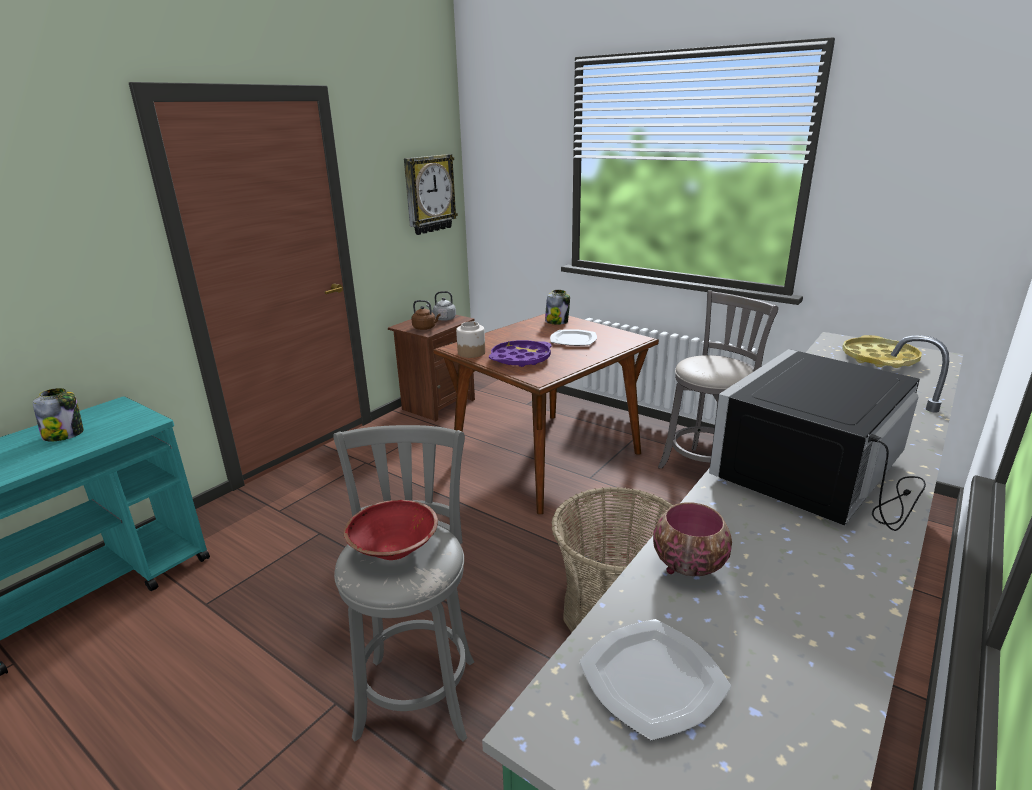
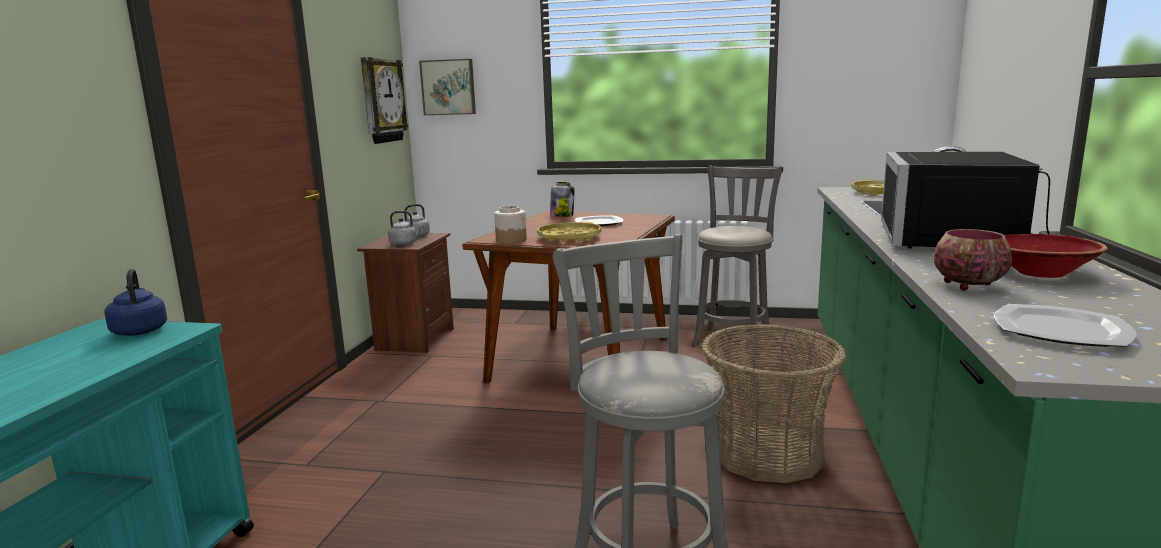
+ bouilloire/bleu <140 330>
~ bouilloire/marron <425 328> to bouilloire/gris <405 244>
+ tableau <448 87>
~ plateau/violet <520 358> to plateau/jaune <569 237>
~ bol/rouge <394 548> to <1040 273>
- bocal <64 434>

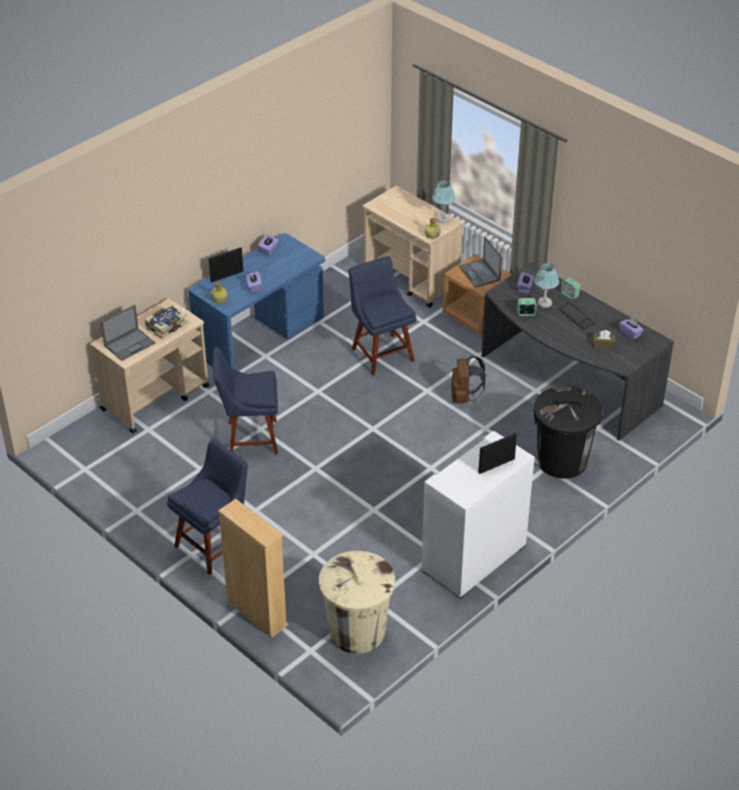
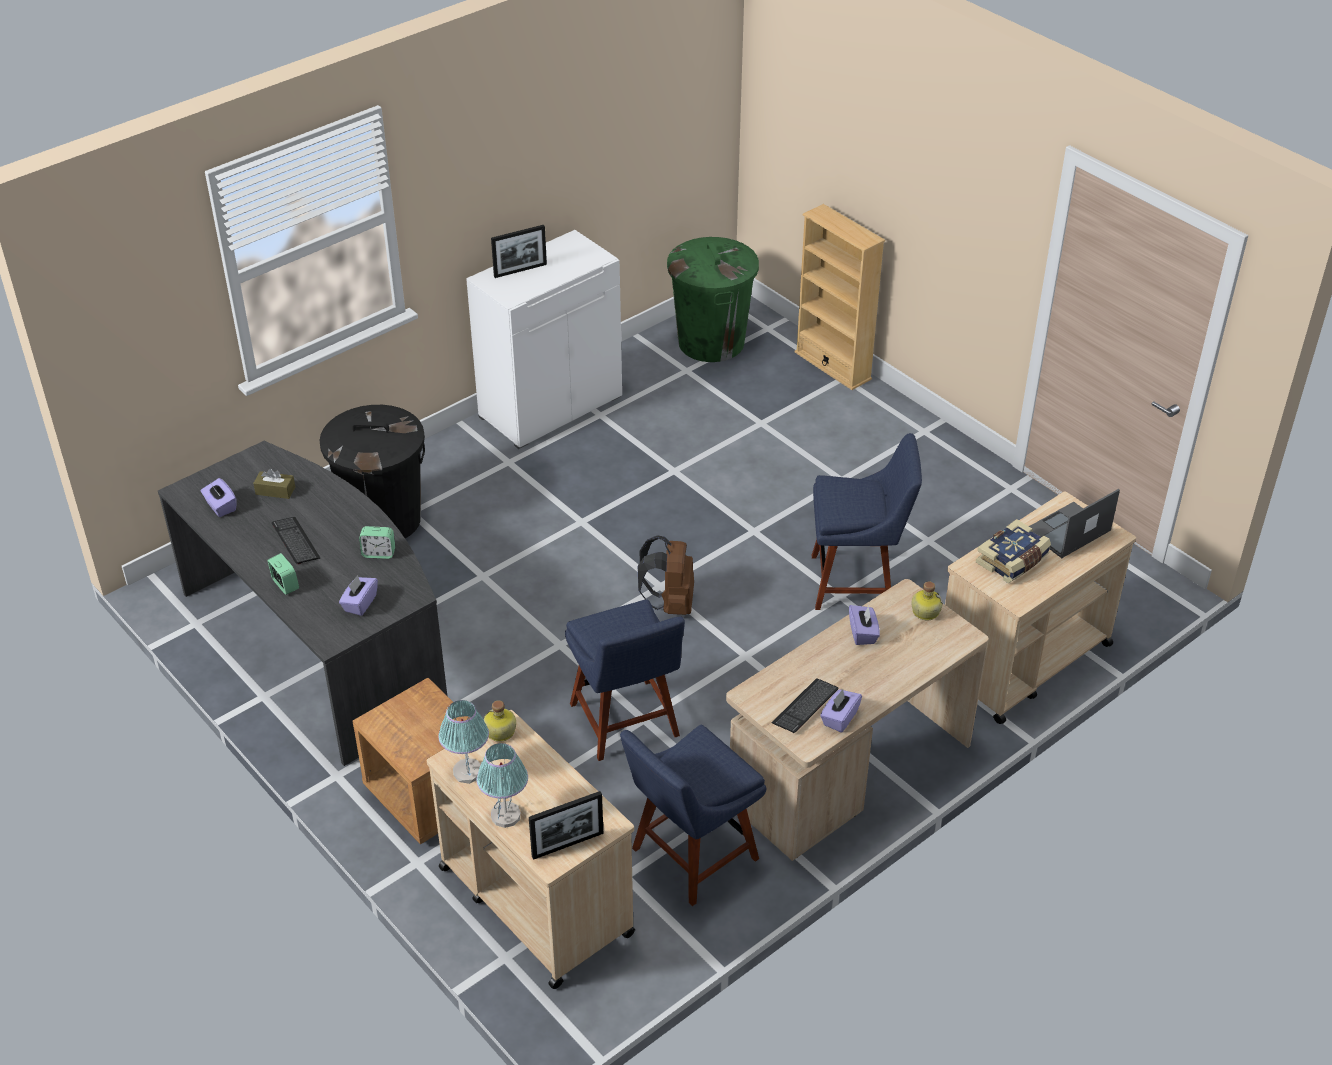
~ lampe de table <544 303> to <505 815>
~ cadre photo <227 276> to <567 845>
~ chaise/bleu <214 544> to <690 857>
~ sac à dos/marron <464 397> to <670 603>
~ poubelle/beige <357 632> to poubelle/vert <711 342>
~ bureau/bleu <260 337> to bureau/beige <849 773>
+ clavier <805 707>
- ordinateur portable <480 273>

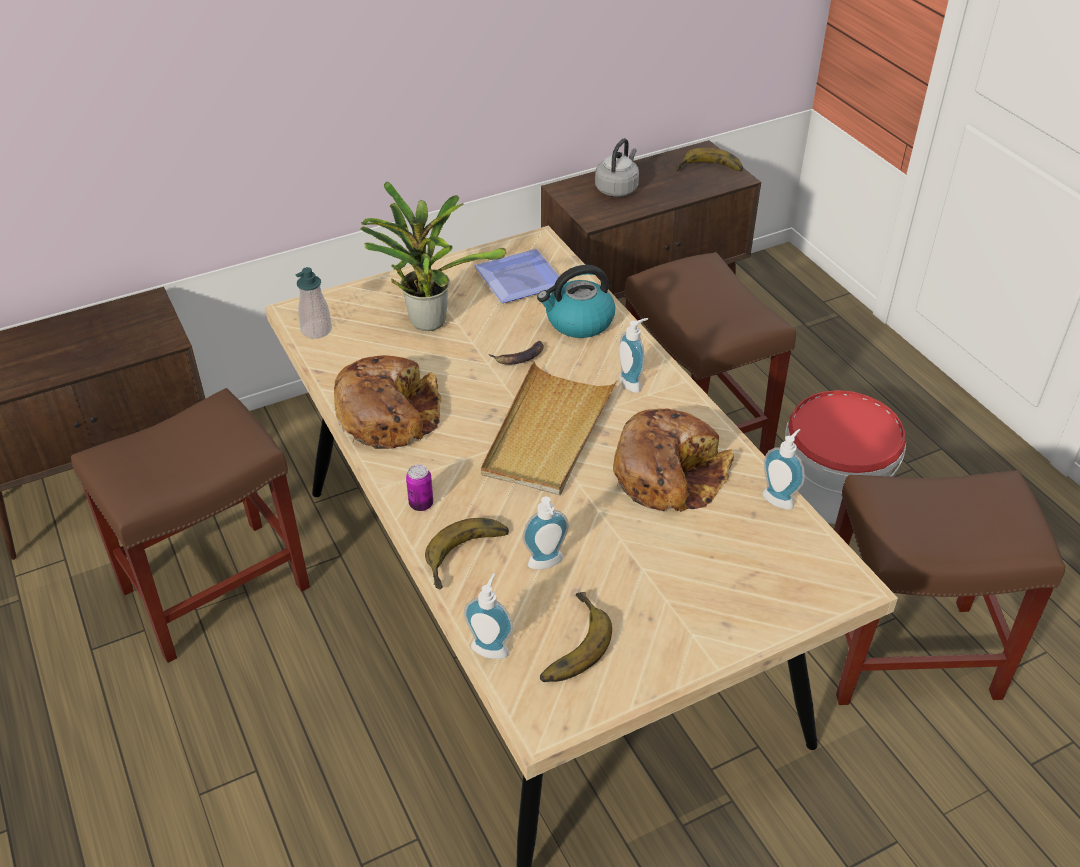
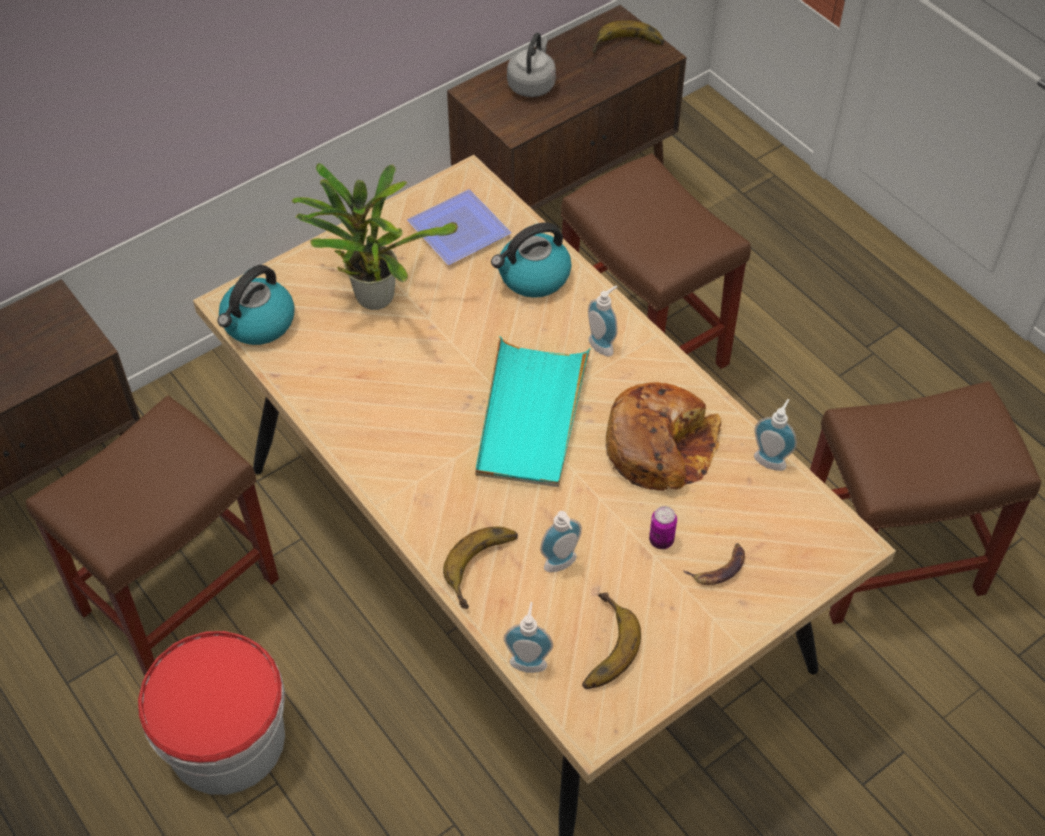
~ seau <832 489> to <226 739>
~ distributeur de savon <316 330> to bouilloire <258 323>
~ plateau/beige <548 433> to plateau/turquoise <531 416>
~ boîte métallique <421 504> to <661 540>
~ banane <519 356> to <719 568>
- pain <389 414>

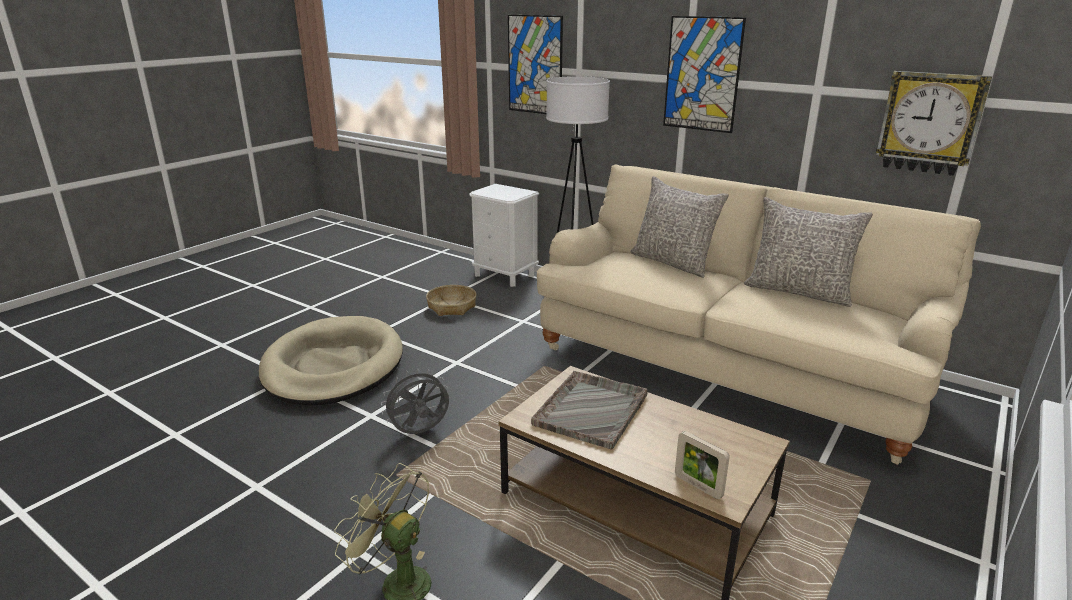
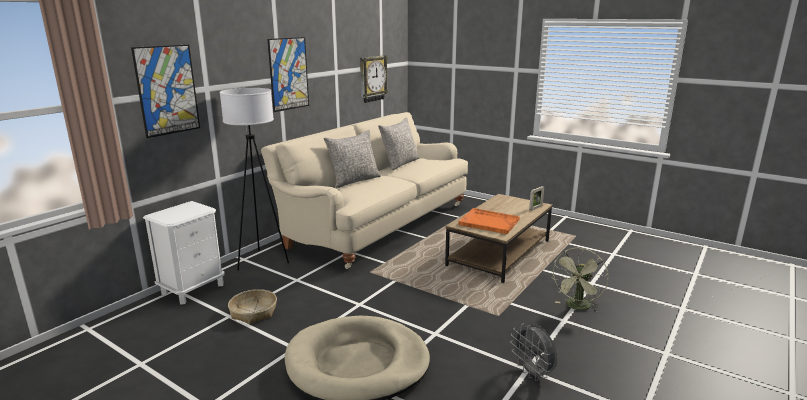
~ plateau/gris <591 409> to plateau/orange <488 222>
~ ventilateur/gris <420 432> to <533 373>

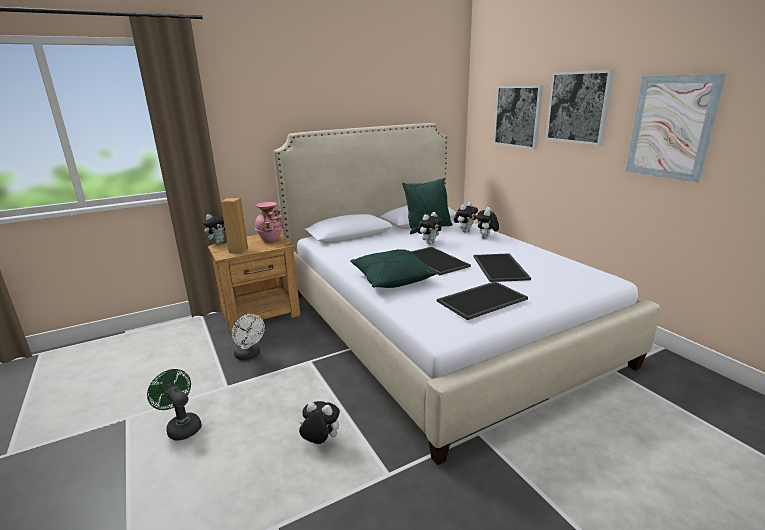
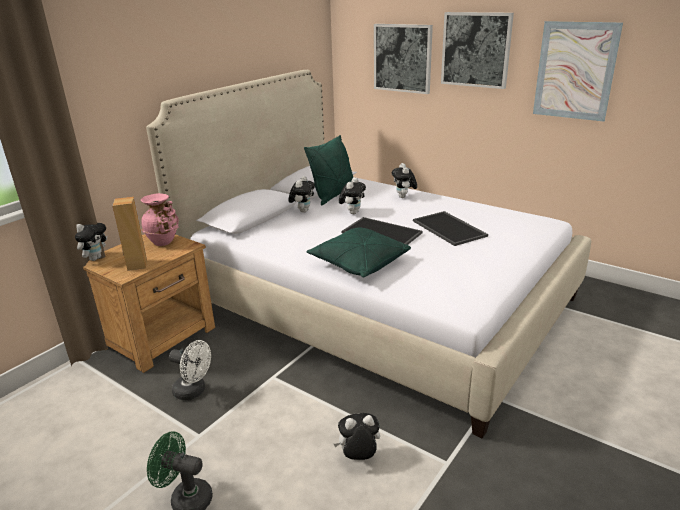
~ peluche <465 231> to <303 211>
- plateau <482 299>

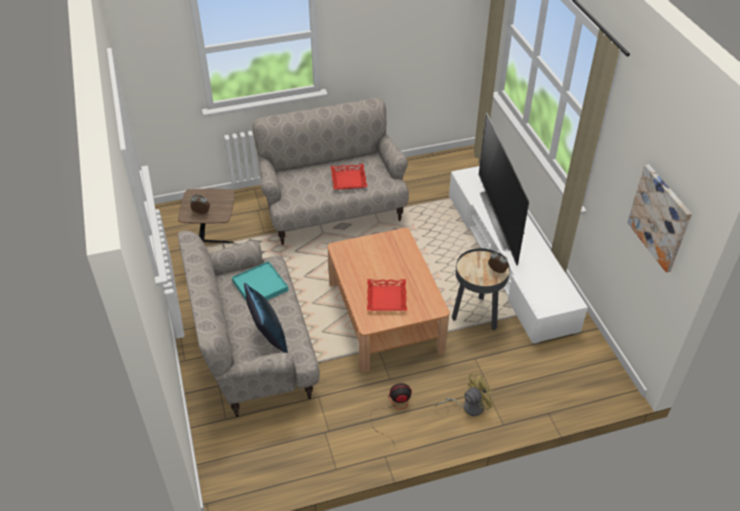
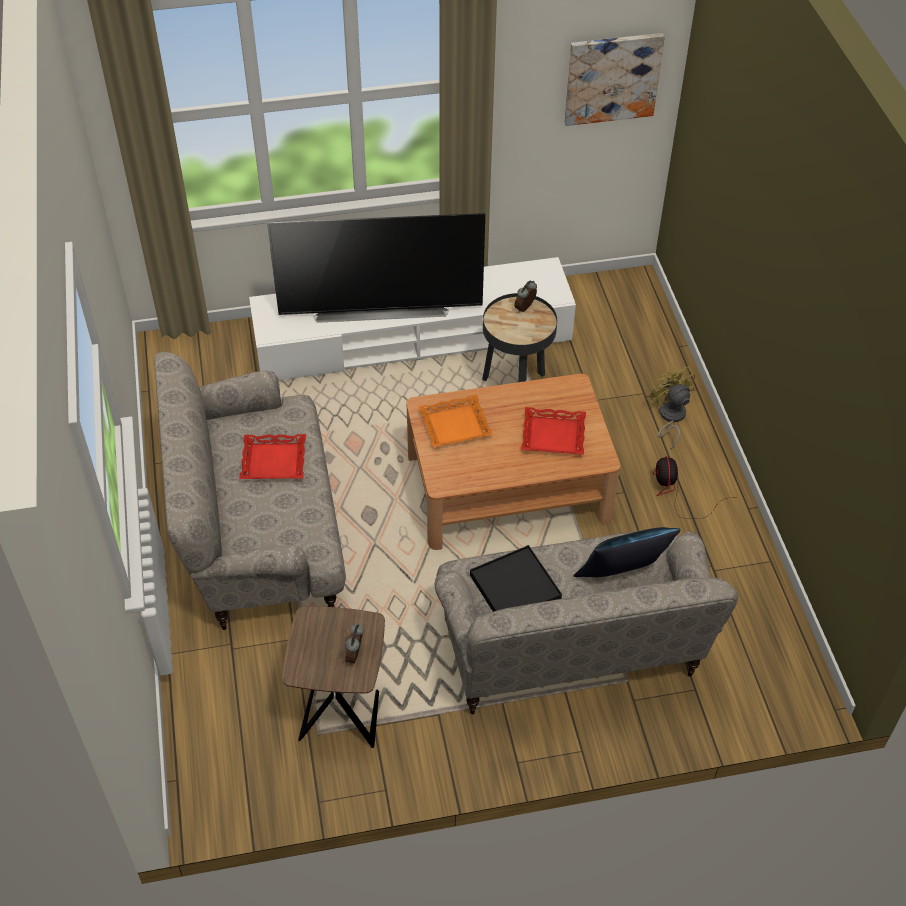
+ plateau/orange <455 426>
~ plateau/turquoise <260 286> to plateau/noir <515 587>

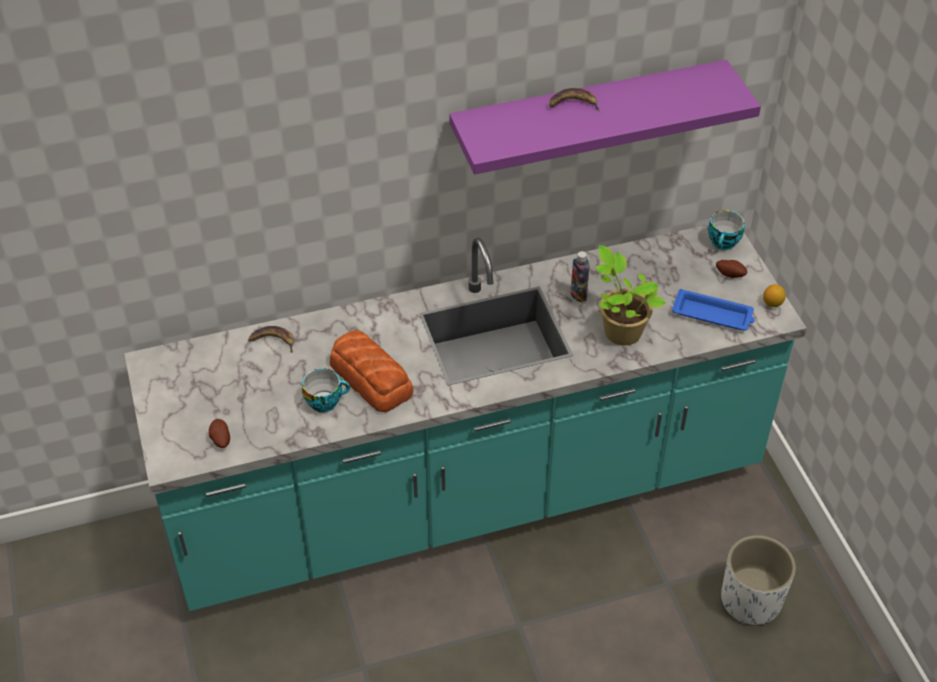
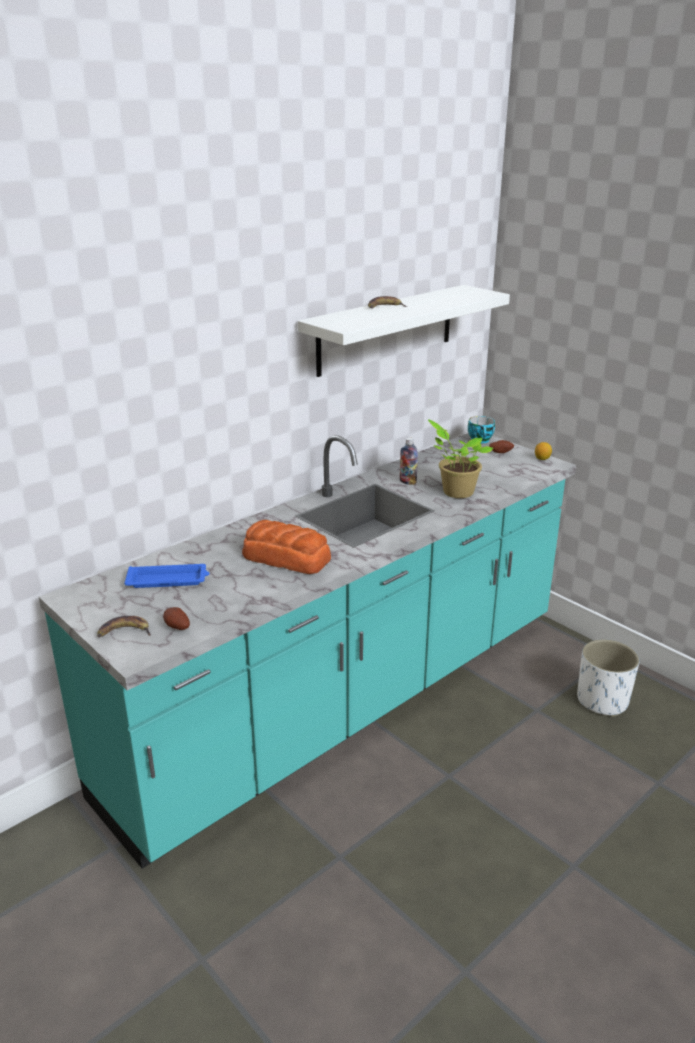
~ banane <273 341> to <124 632>
~ plateau/bleu <713 315> to <168 580>
~ étagère/violet <588 115> to étagère/blanc <386 329>
- tasse <325 401>

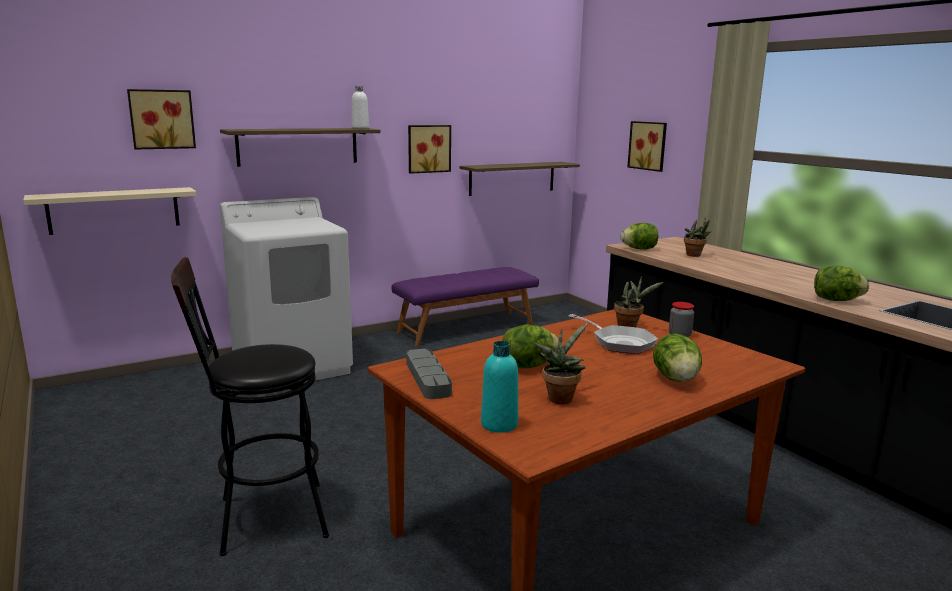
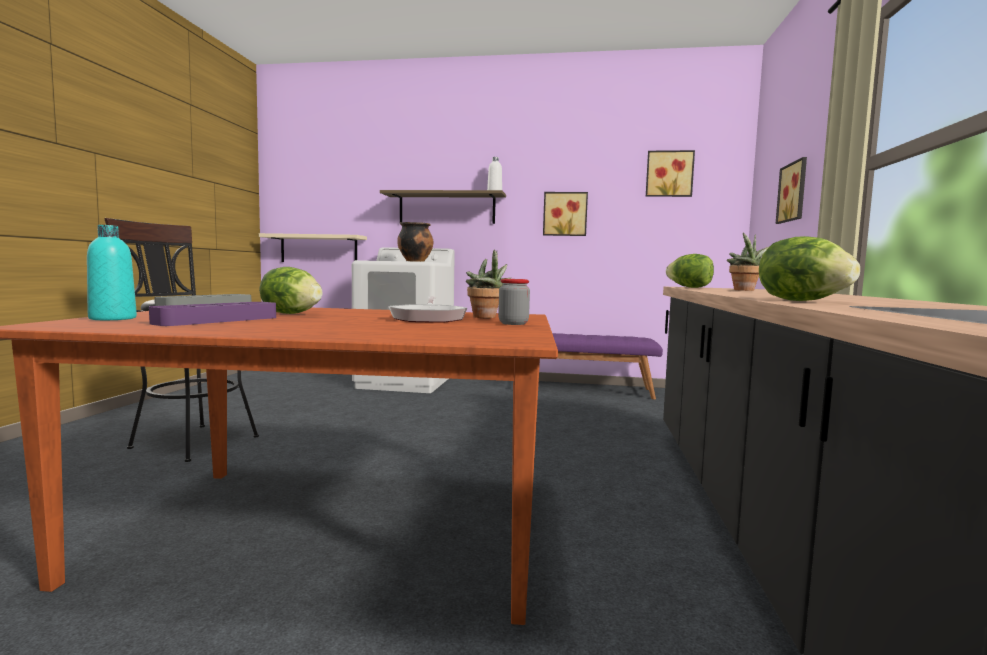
~ plante en pot <560 397> to plateau/violet <218 320>
+ marmite <415 261>
~ tableau <161 119> to <669 174>
- étagère <512 178>
- laitue <676 379>

